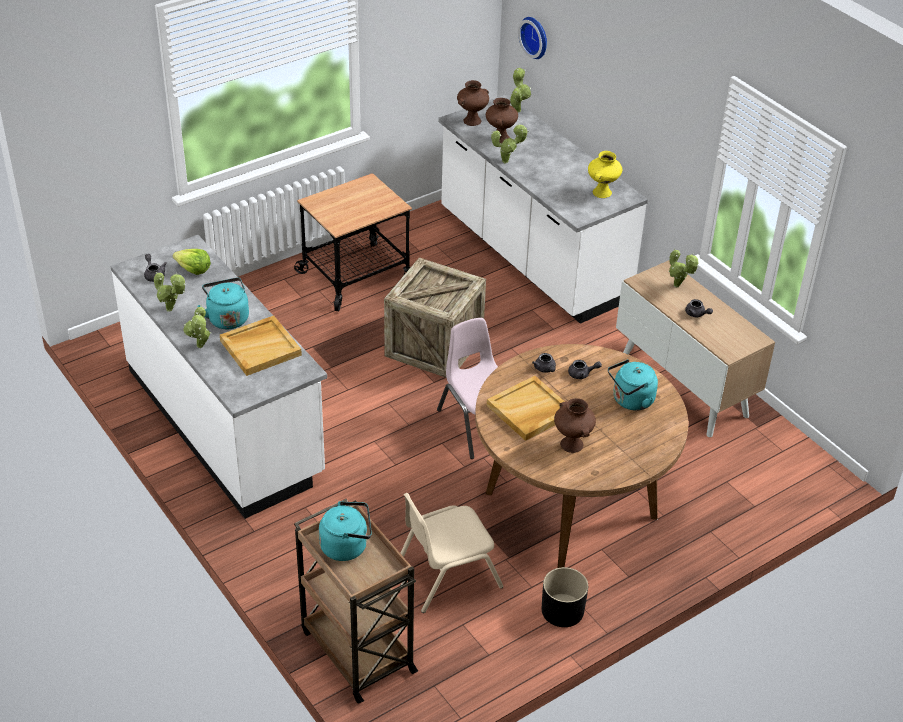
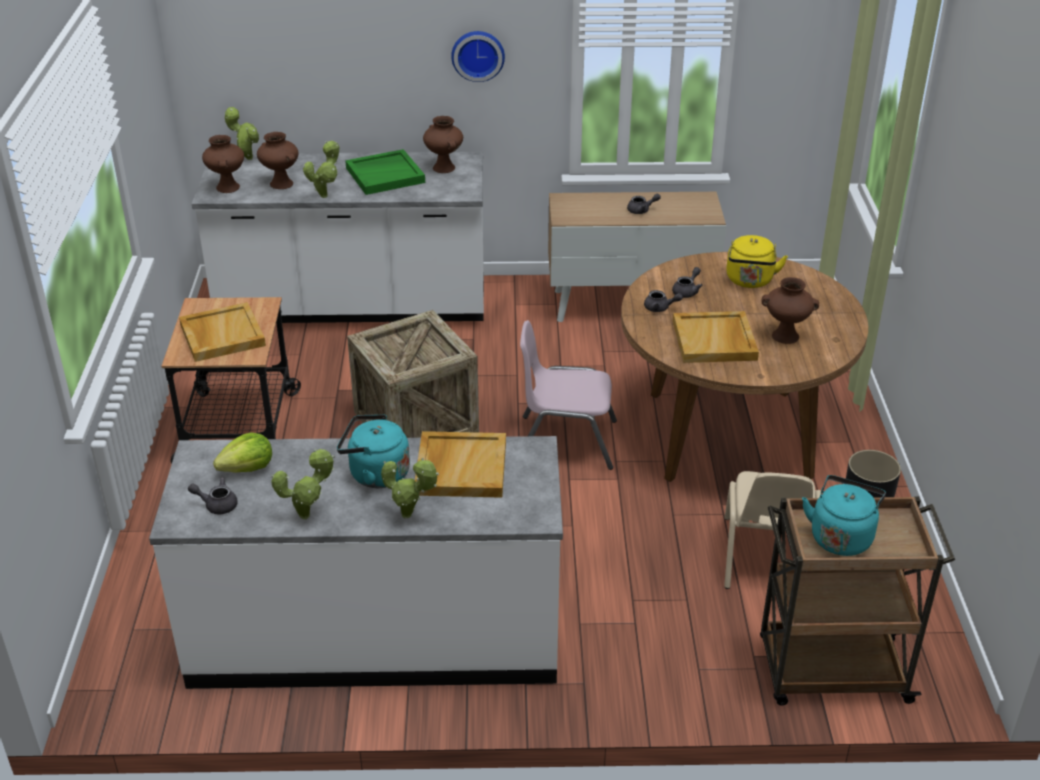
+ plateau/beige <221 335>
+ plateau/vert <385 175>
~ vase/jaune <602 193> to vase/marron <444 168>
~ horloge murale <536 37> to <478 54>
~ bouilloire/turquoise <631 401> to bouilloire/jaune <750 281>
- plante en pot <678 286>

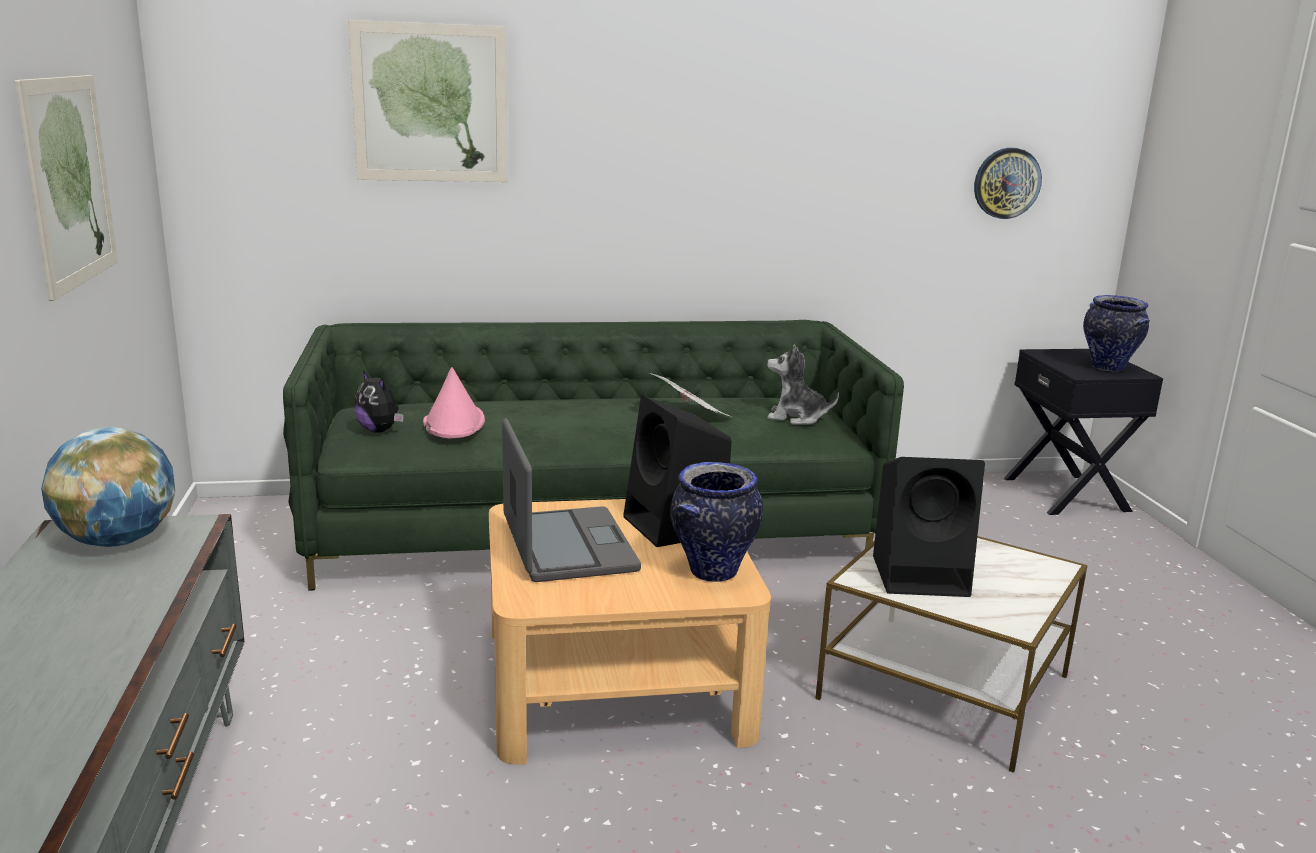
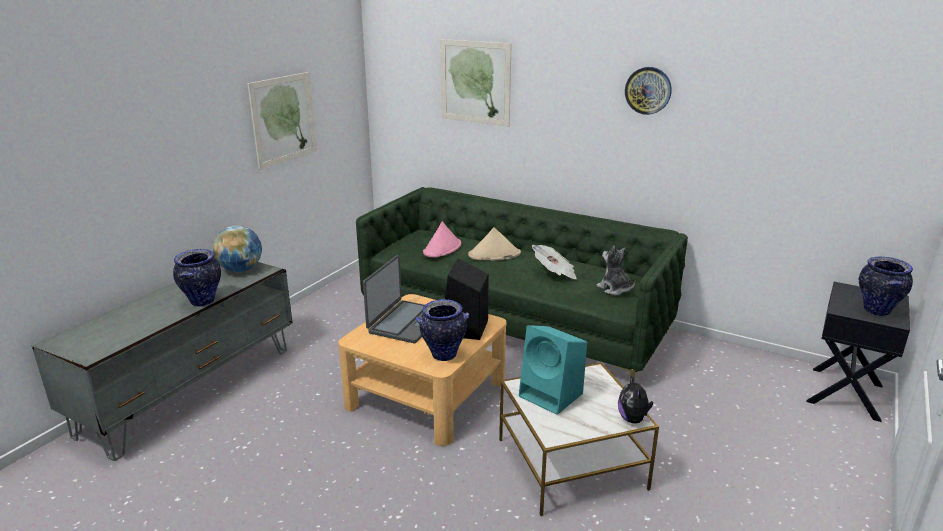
+ vase <202 302>
+ chapeau/beige <494 254>
~ enceinte/noir <922 576> to enceinte/turquoise <552 395>
~ peluche <380 430> to <633 419>
~ horloge murale <1006 183> to <648 90>

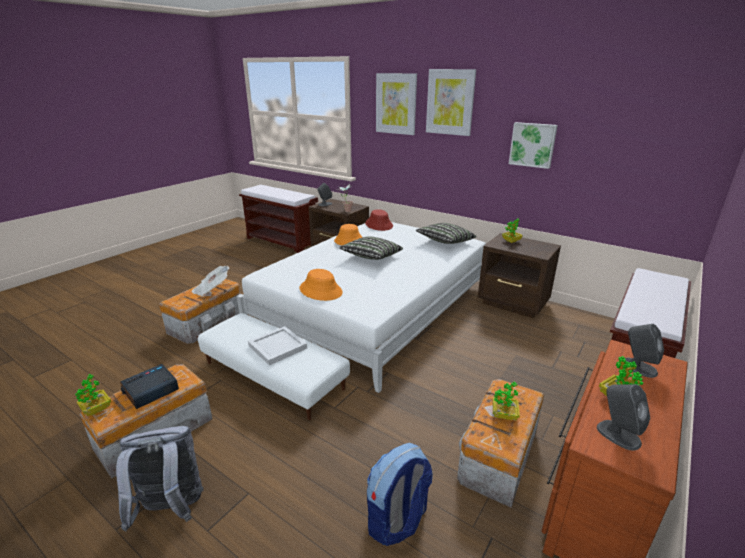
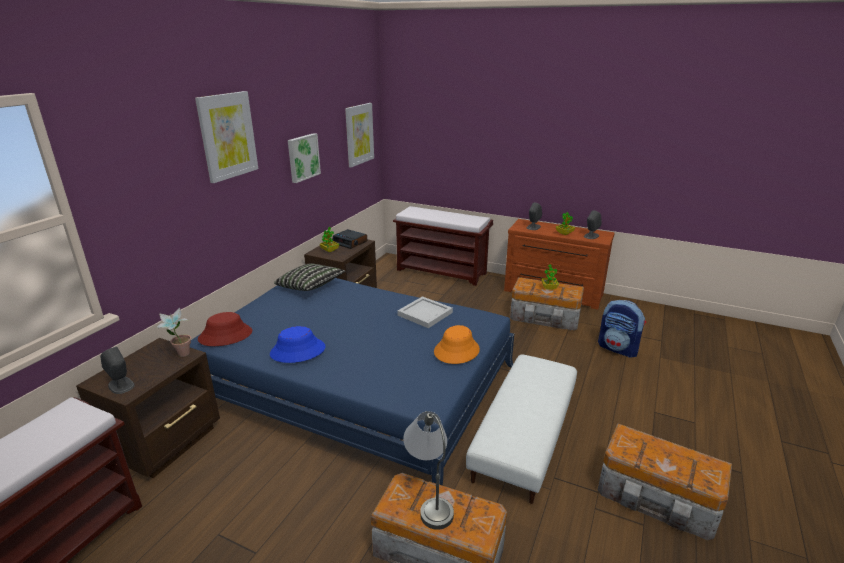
~ lit/blanc <374 305> to lit/bleu <357 384>
~ chapeau/orange <348 241> to chapeau/bleu <297 351>
~ réveil <150 391> to <350 242>
~ tableau <396 104> to <359 134>
~ plateau/blanc <277 347> to <426 314>
~ journal <212 290> to lampe de table/gris <430 496>
- plante en pot <96 409>
- sac à dos/gris <171 509>
- coussin <371 257>

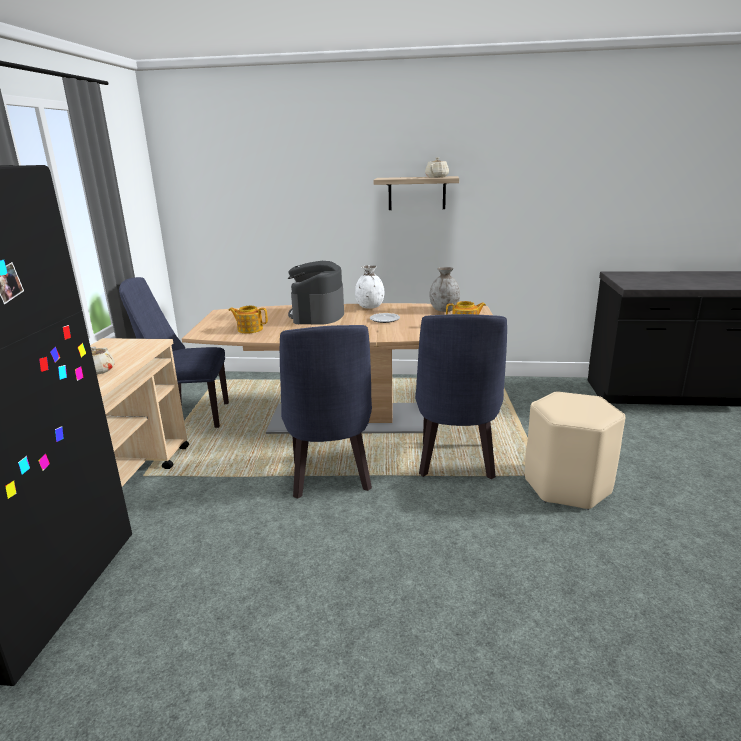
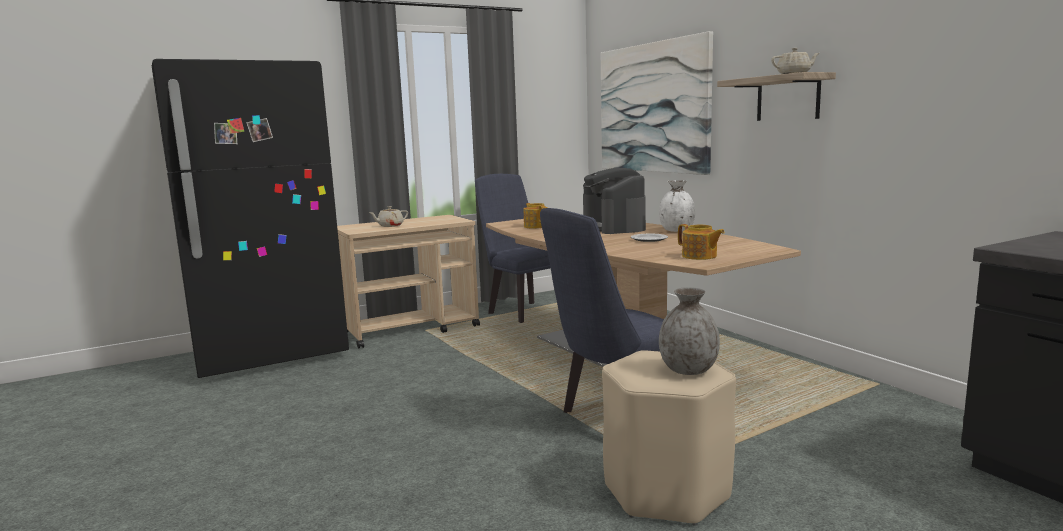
~ machine à café <317 315> = <613 227> 75 degrees counterclockwise
+ tableau <652 108>
~ vase/gris <444 310> to <688 370>
- chaise/bleu <331 480>

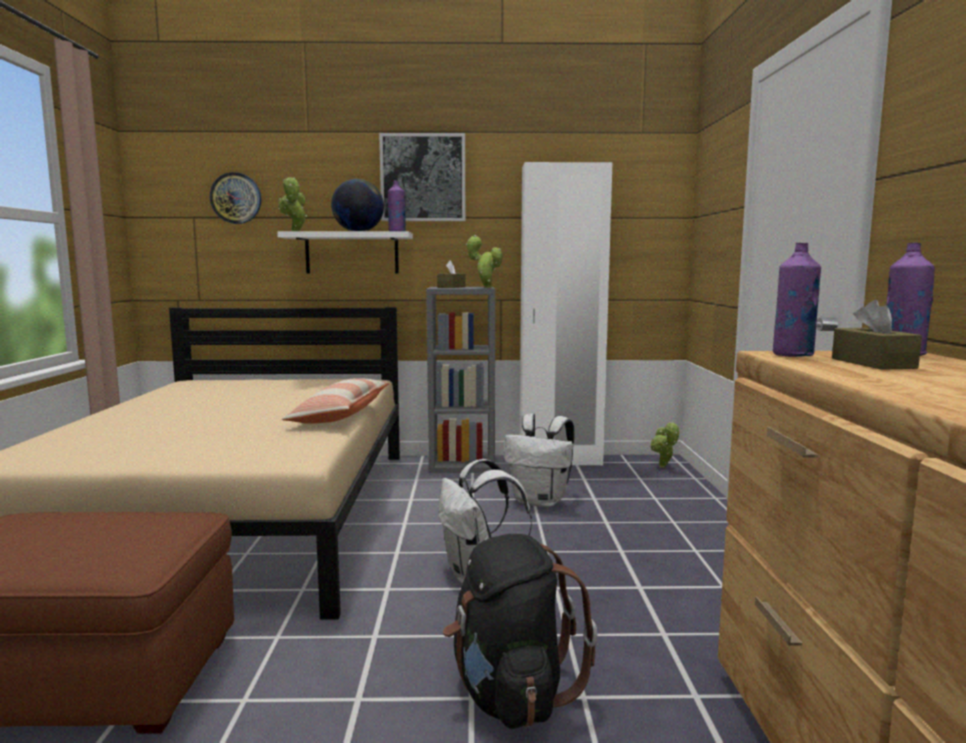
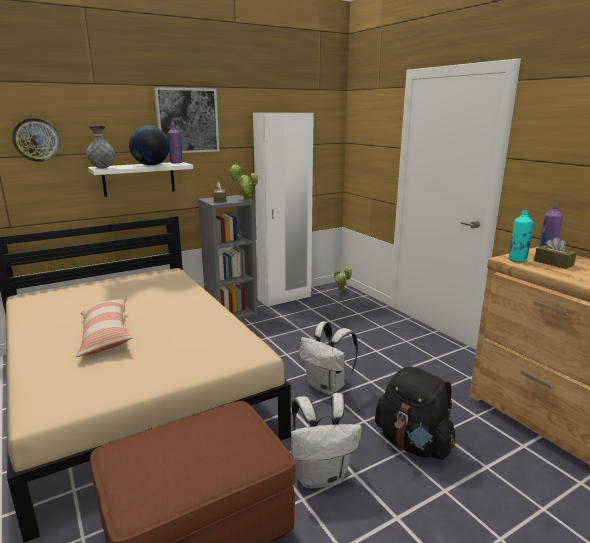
~ coussin <341 415> to <105 335>
~ plante en pot <294 231> to vase/gris <102 168>
~ sac à dos/blanc <541 501> to <321 475>
~ bouteille/violet <793 355> to bouteille/turquoise <517 260>

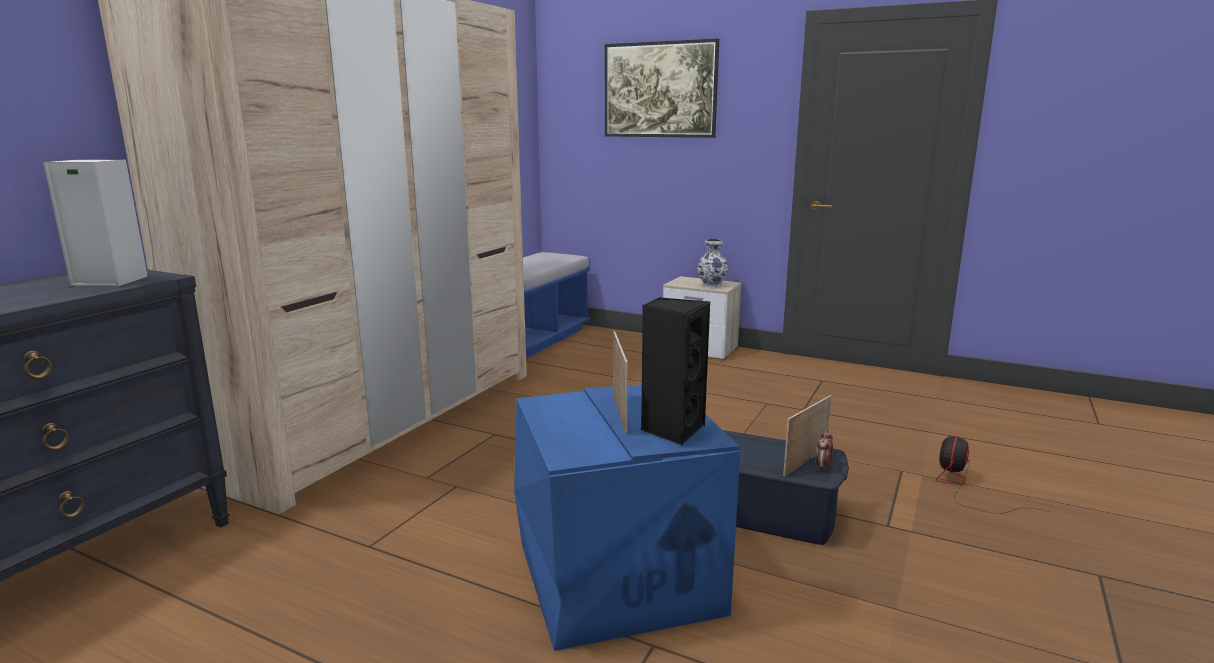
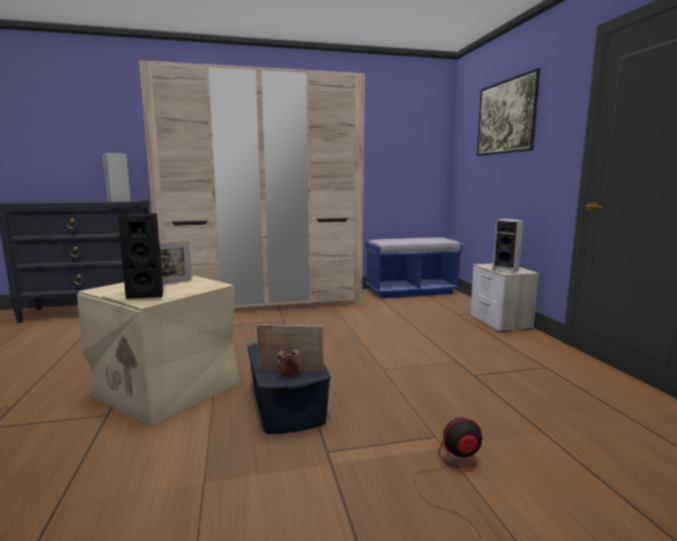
~ boîte de rangement/bleu <616 579> to boîte de rangement/beige <164 388>
~ vase <712 285> to enceinte <507 270>

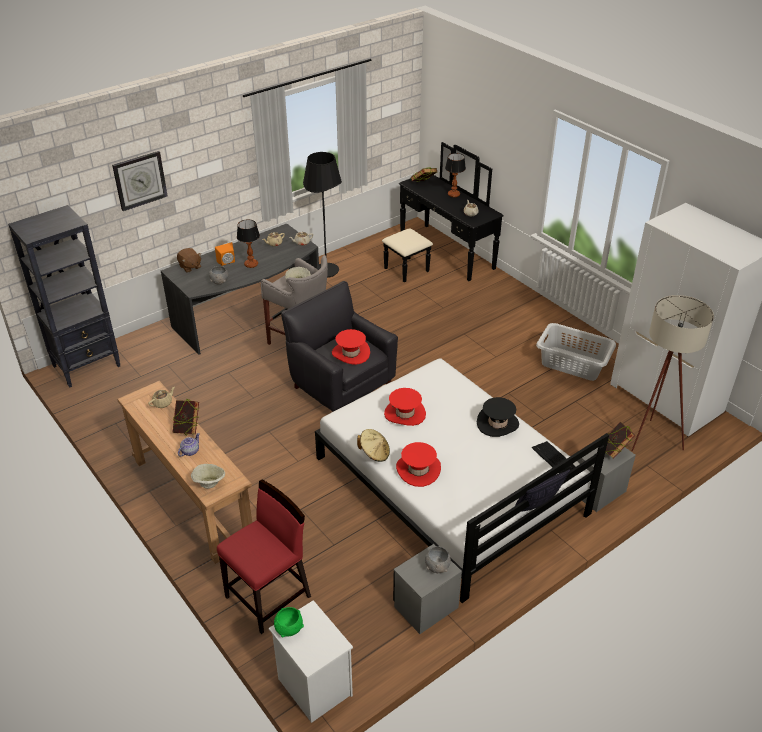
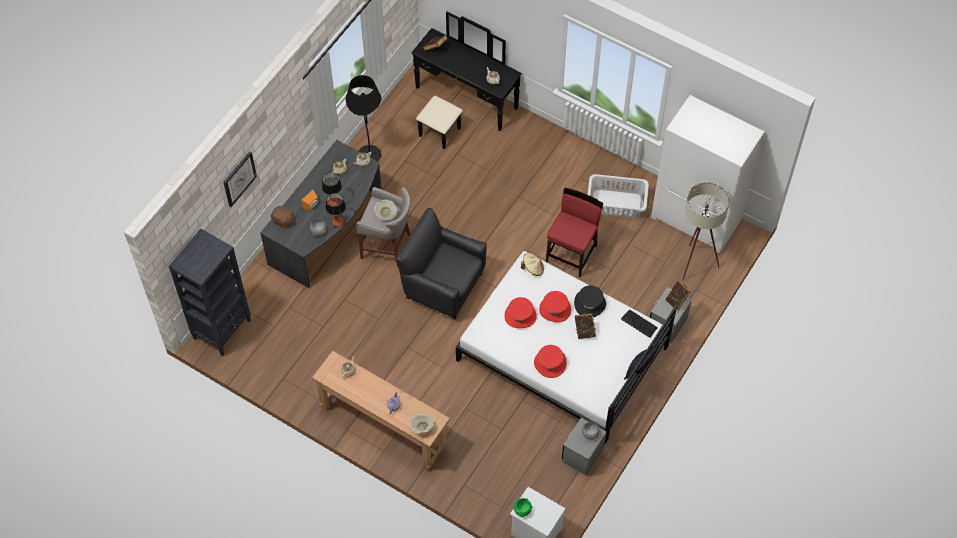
~ lampe de table <454 195> to <338 222>
~ chapeau/beige <374 453> to <533 268>
~ chapeau/rouge <351 353> to <555 309>
~ chaise/rouge <269 596> to <572 253>
~ livre <188 429> to <584 331>

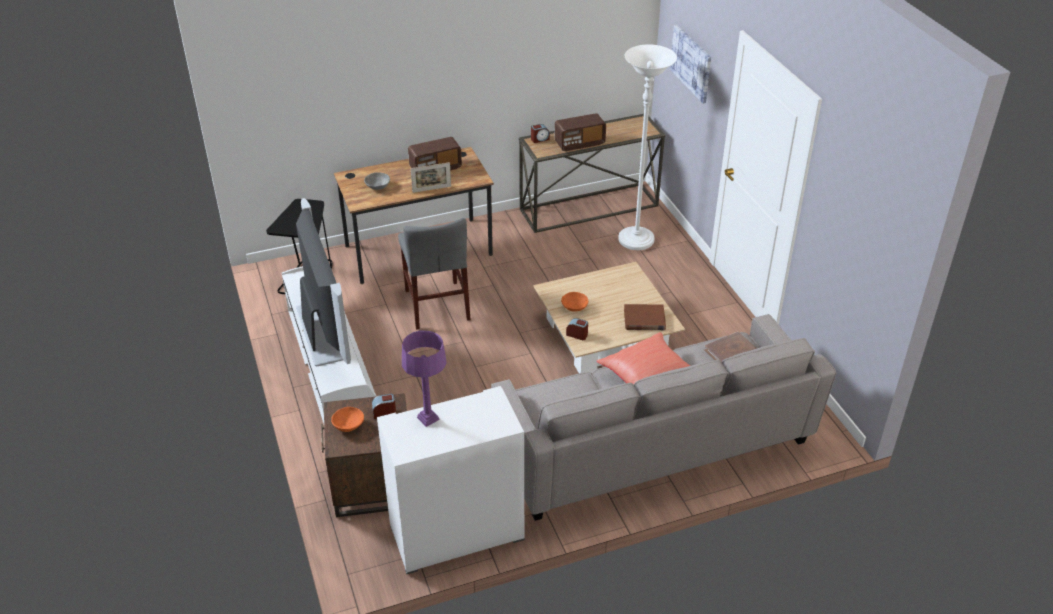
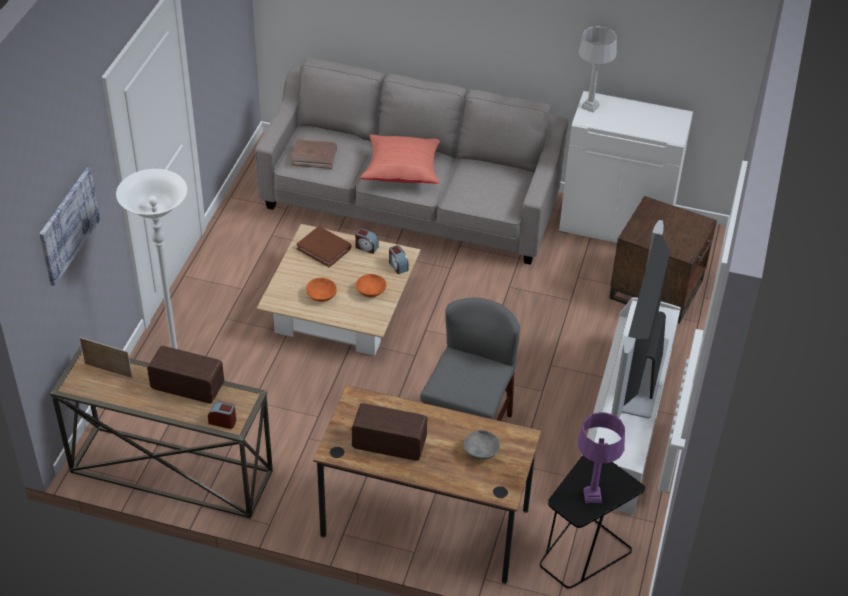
~ cadre photo <431 189> to <108 370>
~ bol/orange <349 426> to <321 296>
~ réveil <384 412> to <366 247>
~ lampe de table/violet <428 418> to <592 496>
+ lampe de table/gris <590 106>

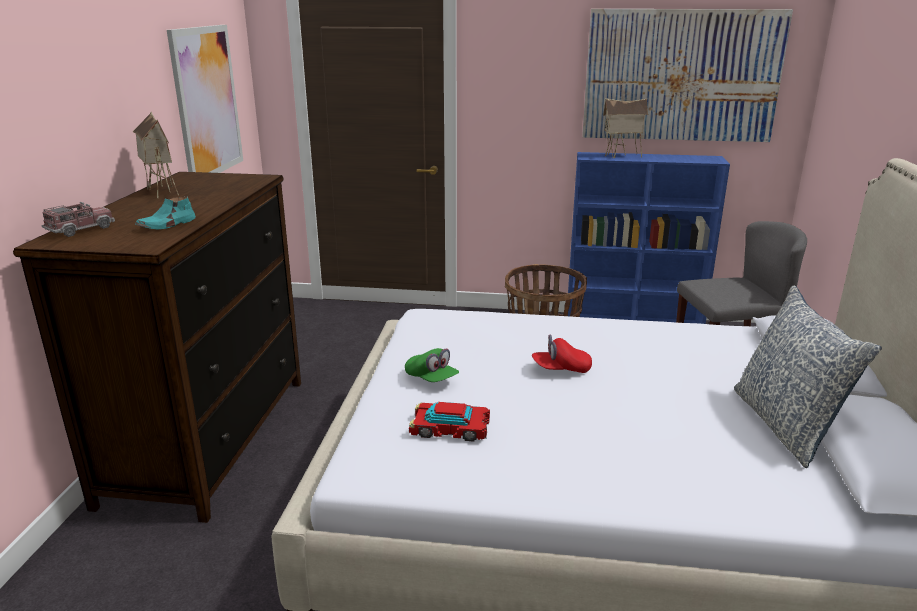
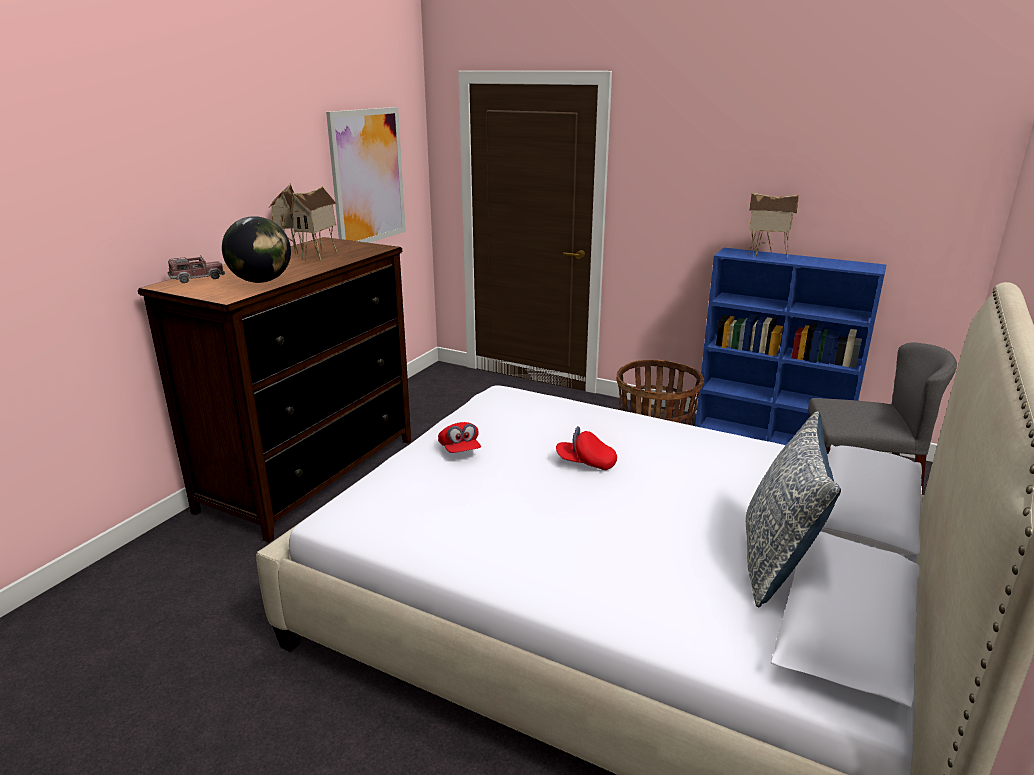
~ chaussure/turquoise <167 225> to globe <261 281>
+ maison miniature <320 257>
~ casquette/vert <431 379> to casquette/rouge <459 450>
- petite voiture <450 429>
- tableau <681 76>

